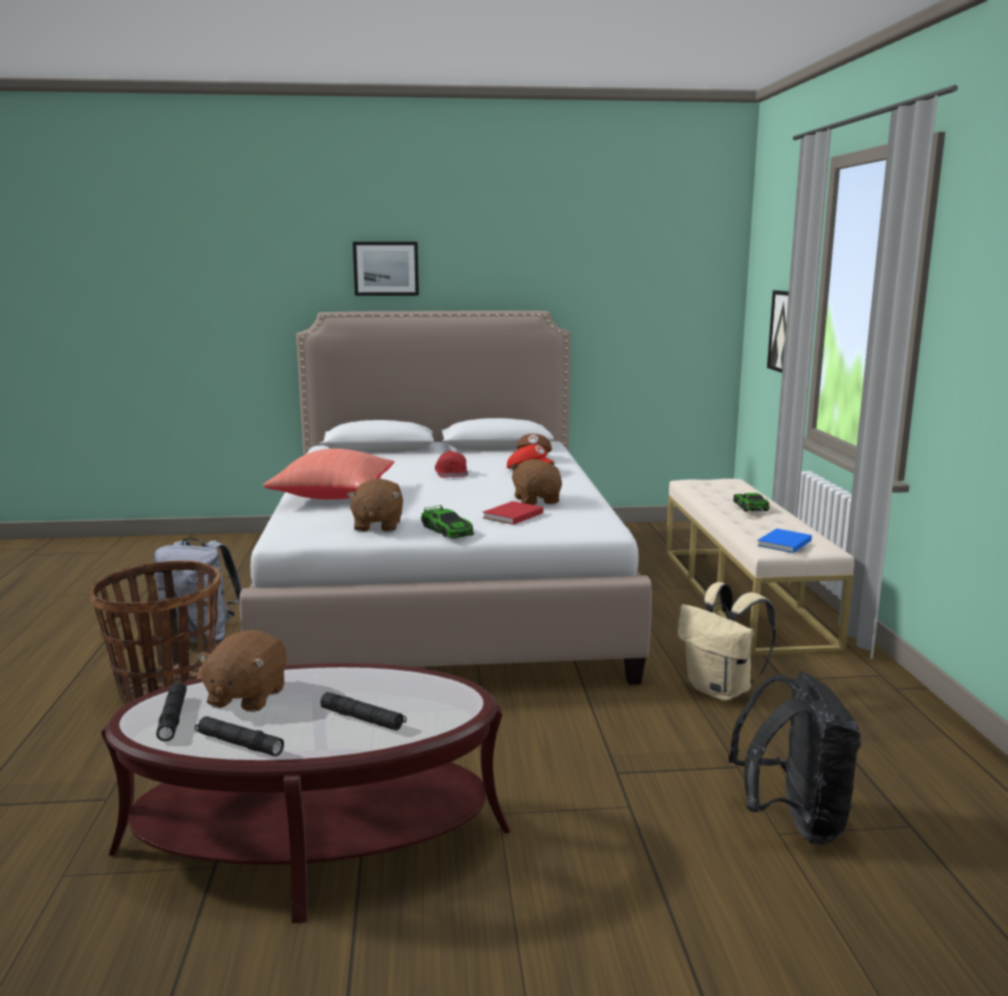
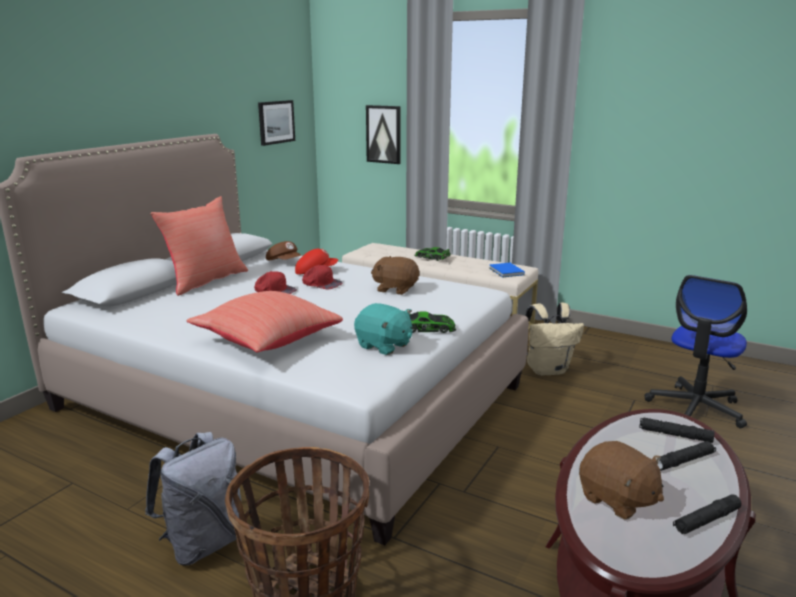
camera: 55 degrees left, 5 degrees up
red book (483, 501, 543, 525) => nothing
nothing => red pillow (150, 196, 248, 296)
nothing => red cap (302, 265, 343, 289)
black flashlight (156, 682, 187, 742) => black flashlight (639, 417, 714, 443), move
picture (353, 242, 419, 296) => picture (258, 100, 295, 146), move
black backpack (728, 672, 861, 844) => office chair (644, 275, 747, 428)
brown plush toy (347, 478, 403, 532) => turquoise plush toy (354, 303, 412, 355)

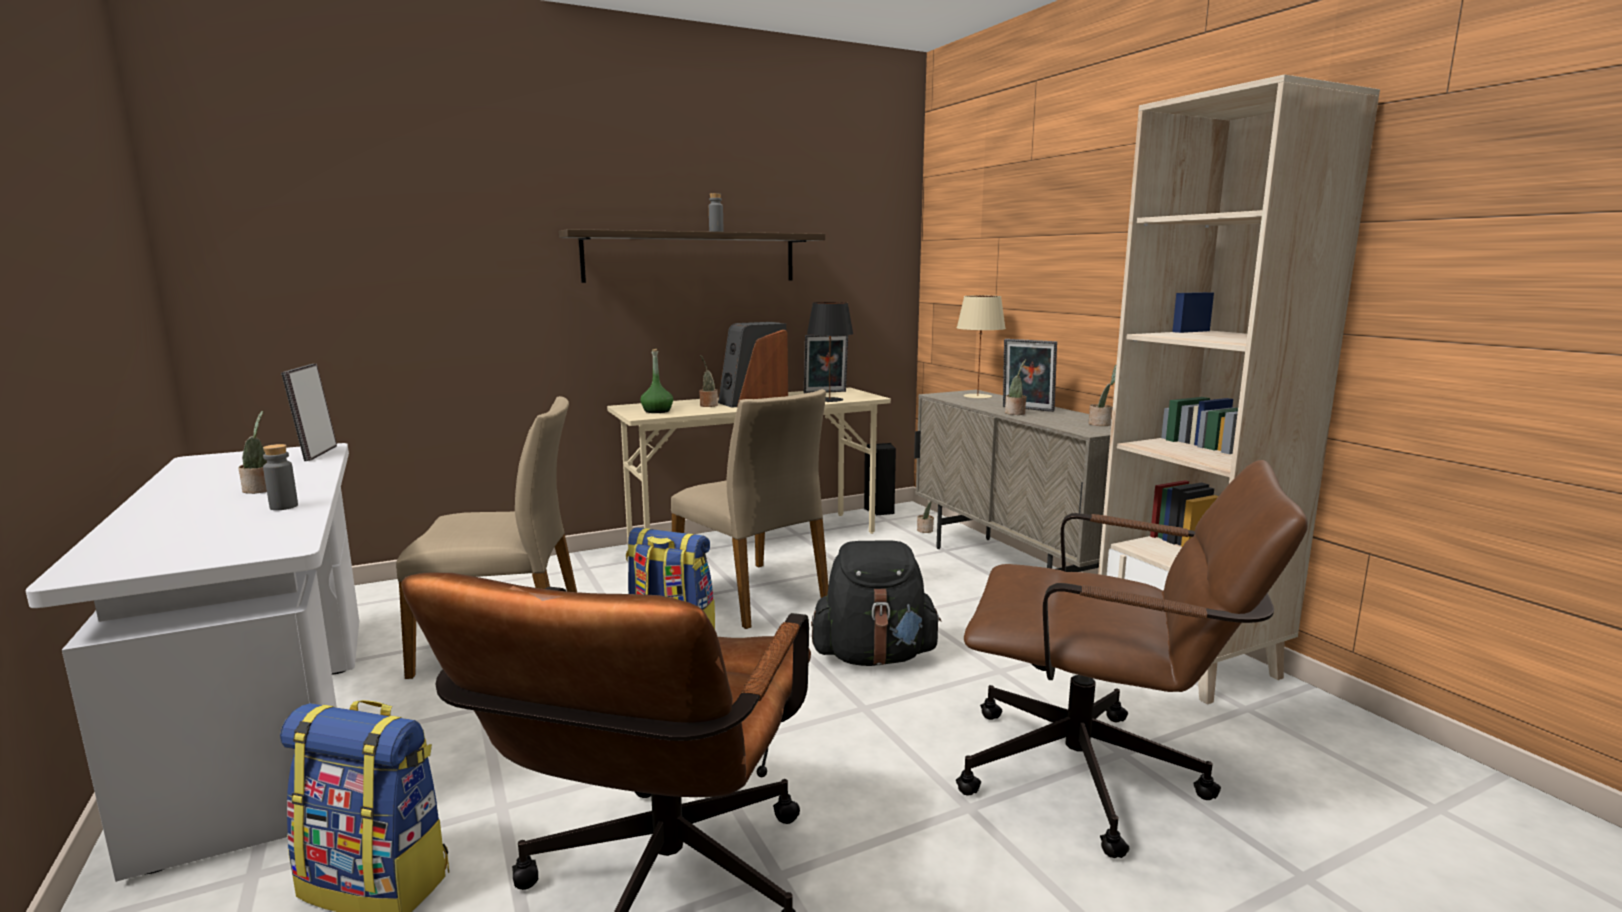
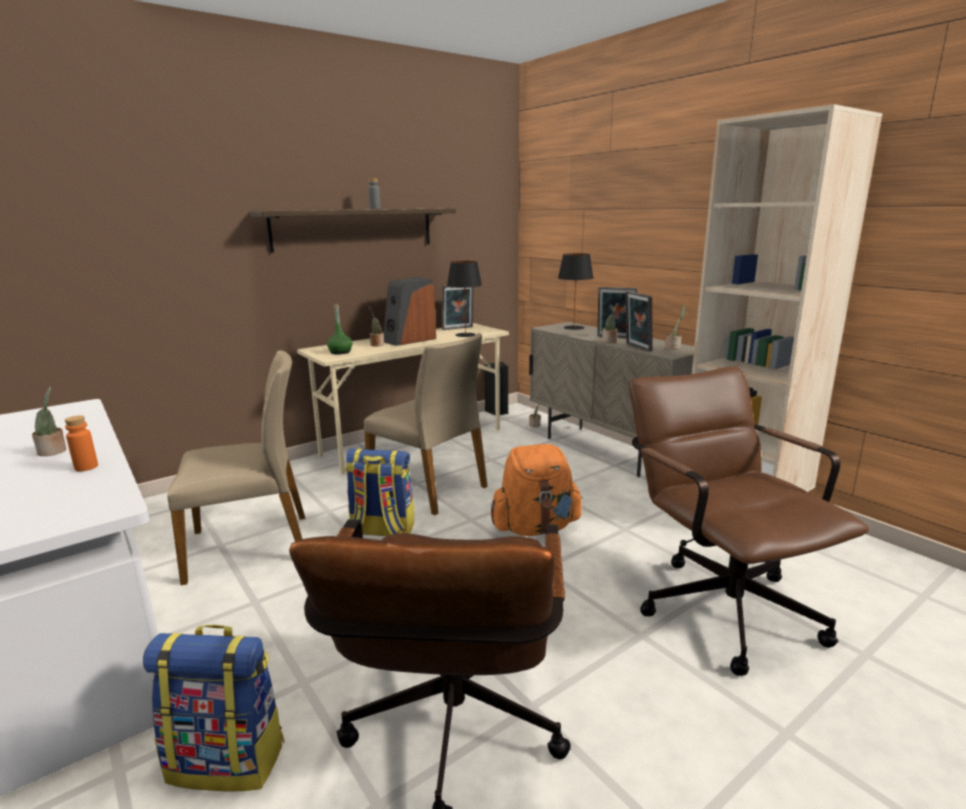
camera: 10 degrees left, 5 degrees up
picture frame (281, 363, 337, 461) => picture frame (625, 291, 653, 352), move
grey bottle (263, 444, 298, 510) => orange bottle (64, 416, 98, 471)
black backpack (811, 540, 942, 666) => orange backpack (491, 444, 583, 536)
beige table lamp (957, 295, 1006, 399) => black table lamp (558, 253, 593, 330)
brown office chair (956, 460, 1308, 858) => brown office chair (629, 366, 869, 676), 120 degrees counterclockwise

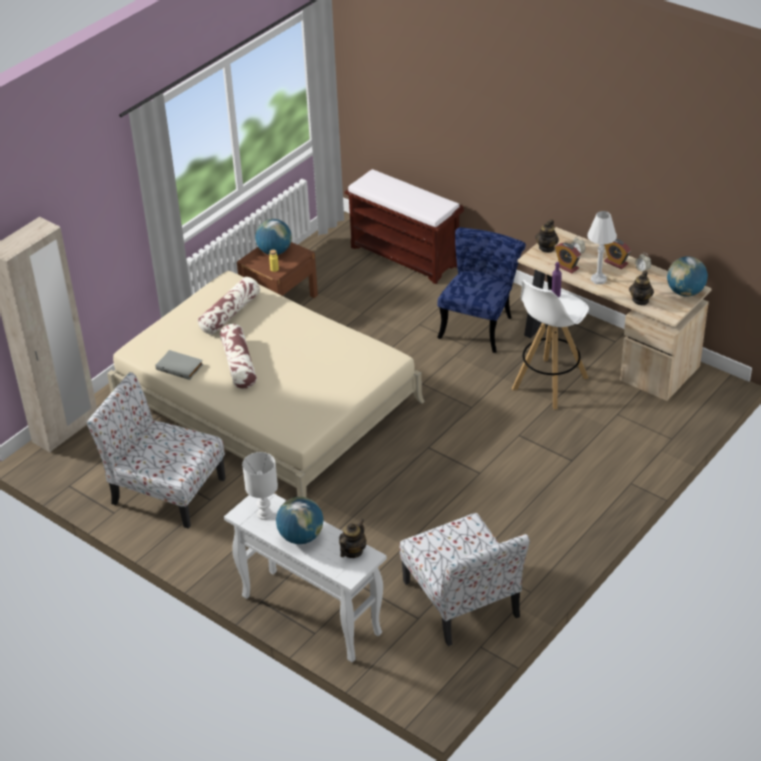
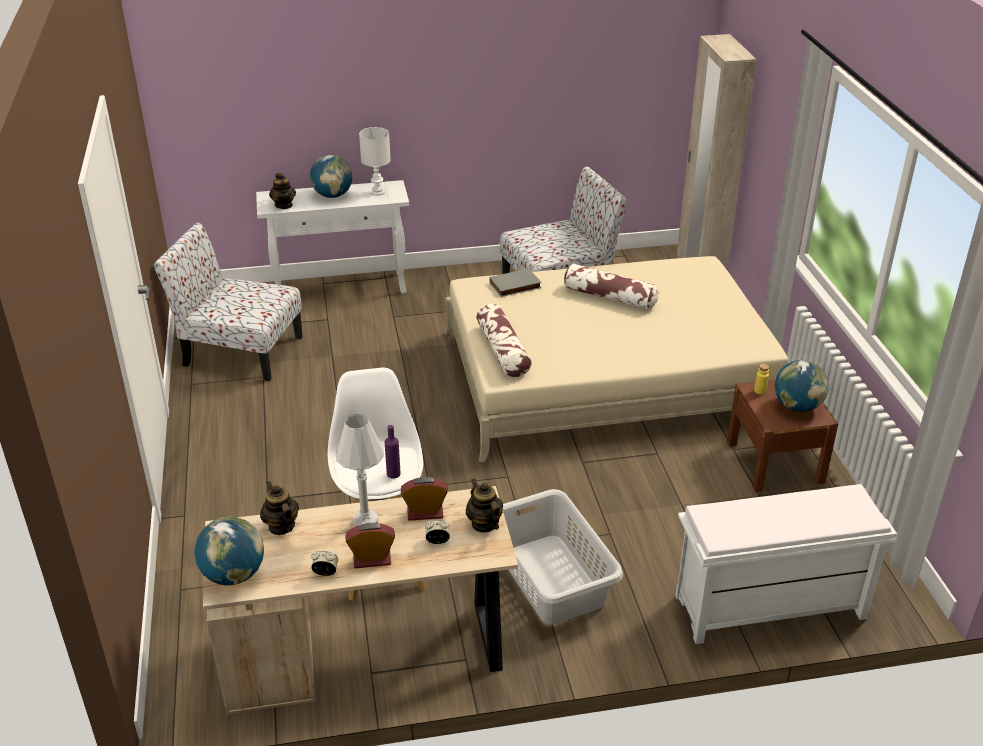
camera: 130 degrees right, 5 degrees down
grey book (155, 350, 203, 380) => grey book (489, 269, 542, 297), move
pillow (198, 277, 260, 335) => pillow (476, 304, 532, 377), move
blue chair (437, 227, 526, 353) => grey laundry basket (503, 489, 623, 625)
brown bench (345, 169, 464, 284) => white bench (675, 484, 897, 644)

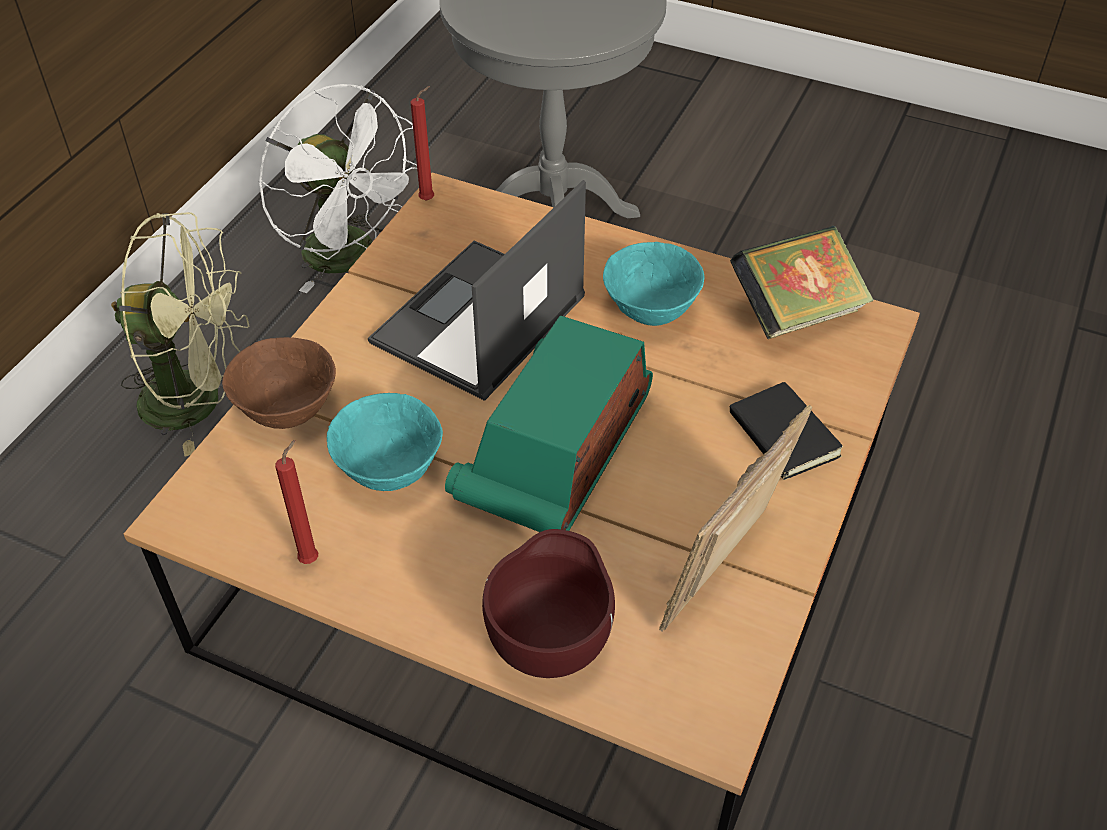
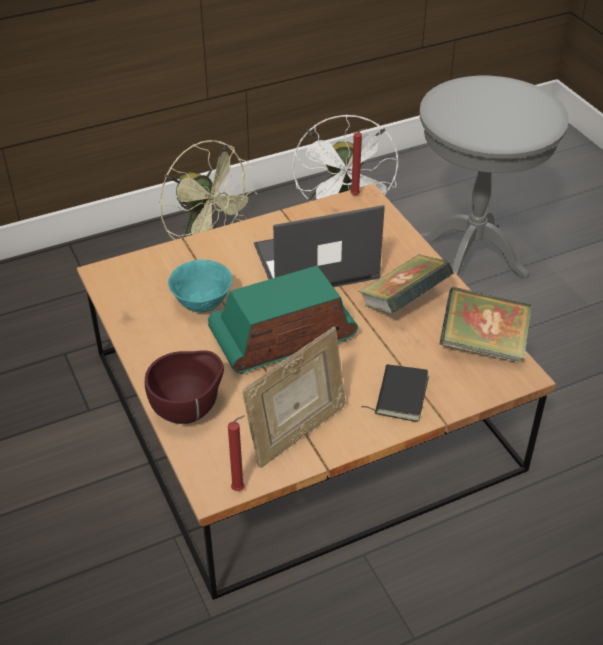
camera: 40 degrees right, 5 degrees down
brown bowl (222, 337, 336, 429) => nothing
red candle (275, 440, 318, 564) => red candle (228, 415, 245, 491), move
turquoise bowl (603, 242, 704, 326) => book (358, 254, 454, 314)
picture frame (659, 405, 812, 632) => picture frame (242, 327, 346, 468), 150 degrees clockwise

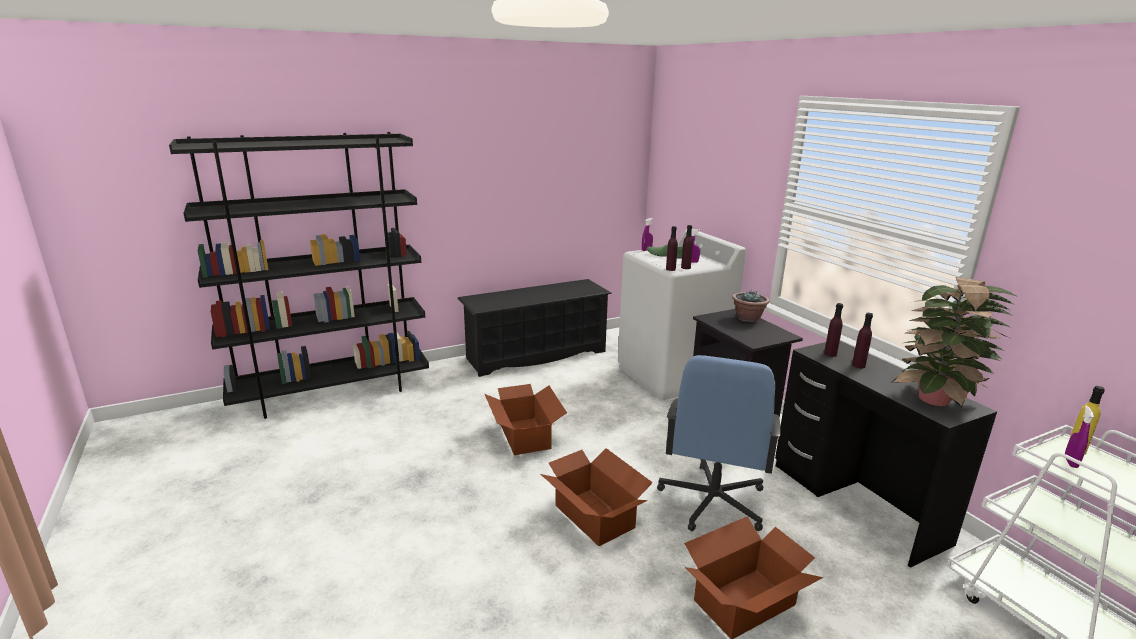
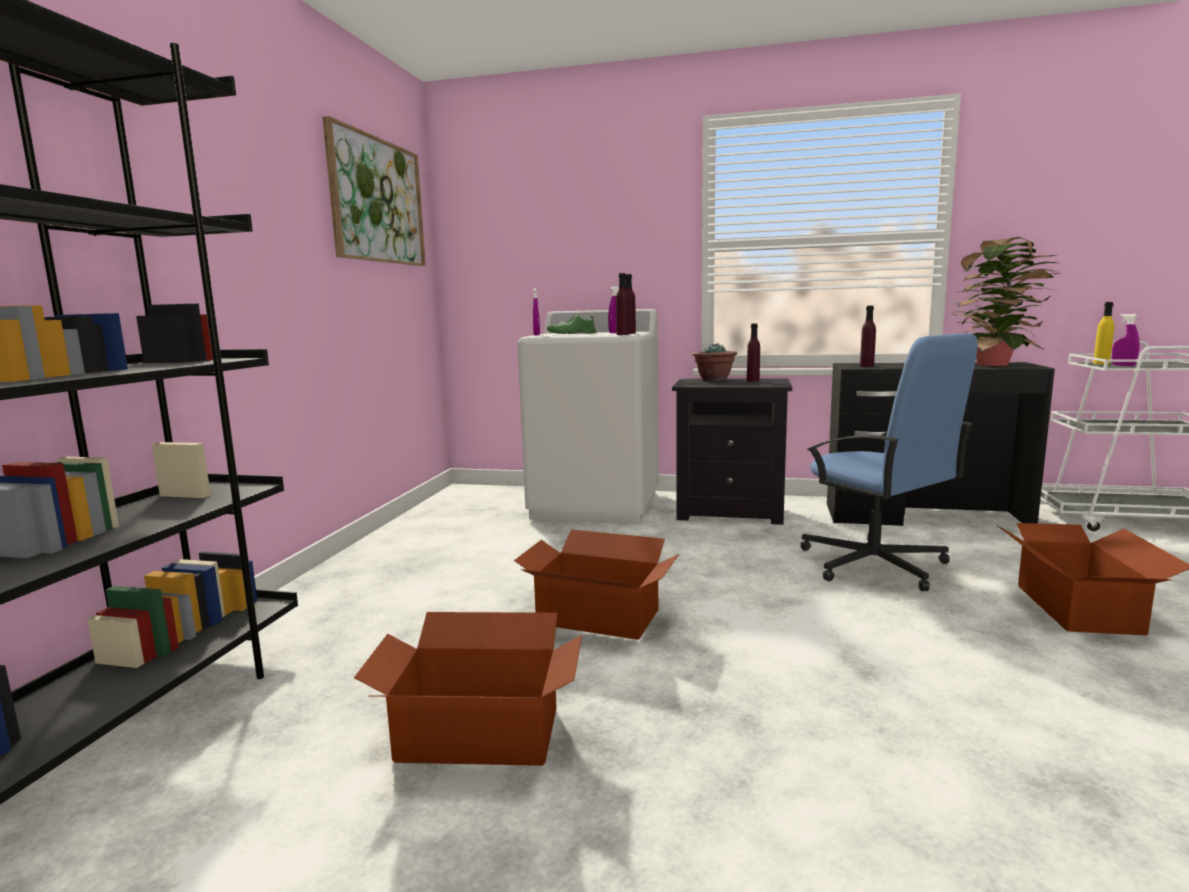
camera: 50 degrees left, 10 degrees down
black shoe rack (457, 279, 612, 377) => nothing
nothing => picture (322, 116, 426, 266)
cardboard box (541, 448, 653, 546) => cardboard box (354, 612, 582, 766), move
purple bottle (852, 313, 873, 368) => purple bottle (747, 324, 760, 382), move

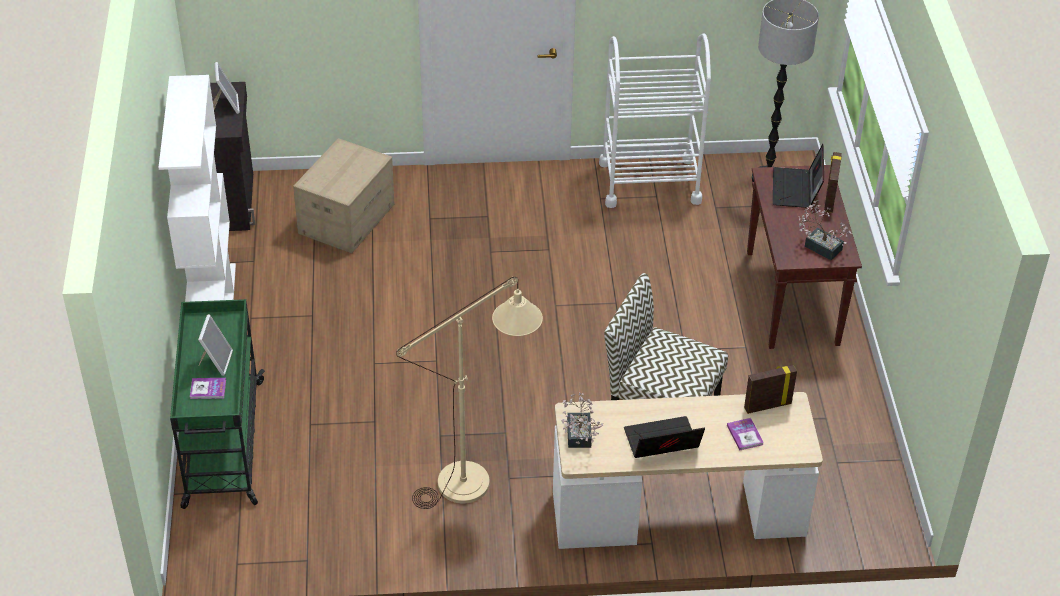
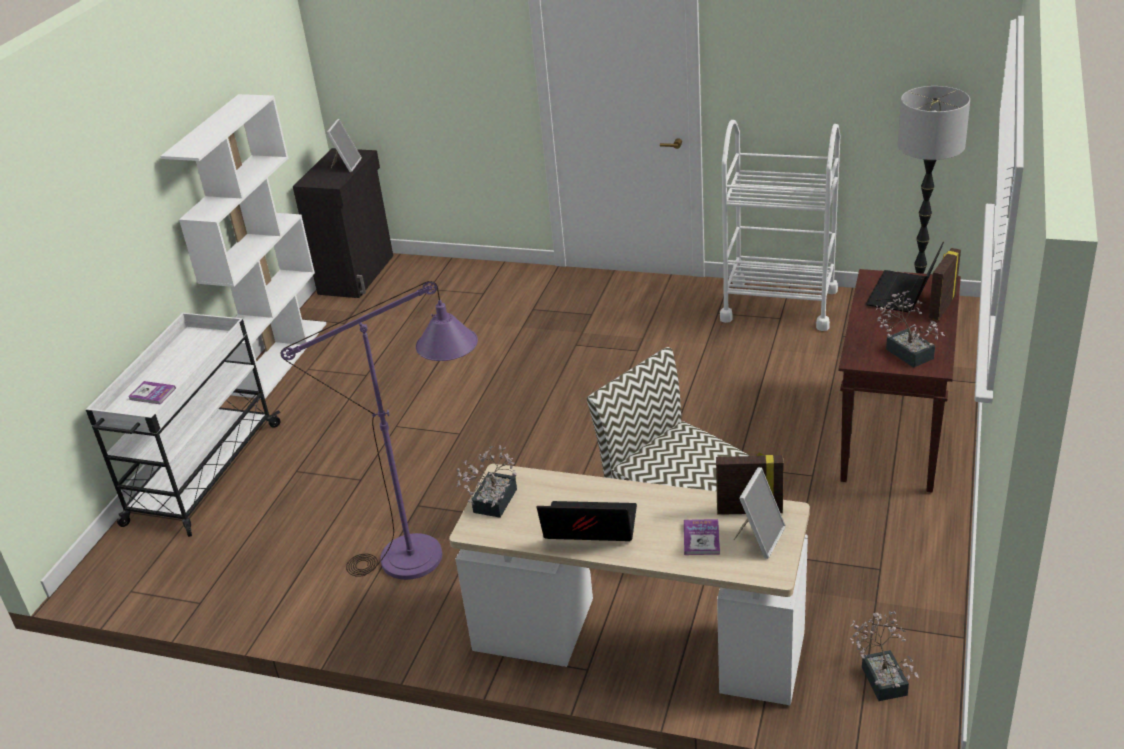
camera: 25 degrees right, 10 degrees down
cardboard box (293, 138, 394, 253) => nothing
nothing => potted plant (850, 611, 919, 701)
picture frame (198, 314, 233, 376) => picture frame (734, 467, 786, 559), move
green cart (170, 299, 265, 509) => white cart (86, 313, 280, 537)
beige floor lamp (396, 277, 543, 509) => purple floor lamp (281, 281, 478, 580)

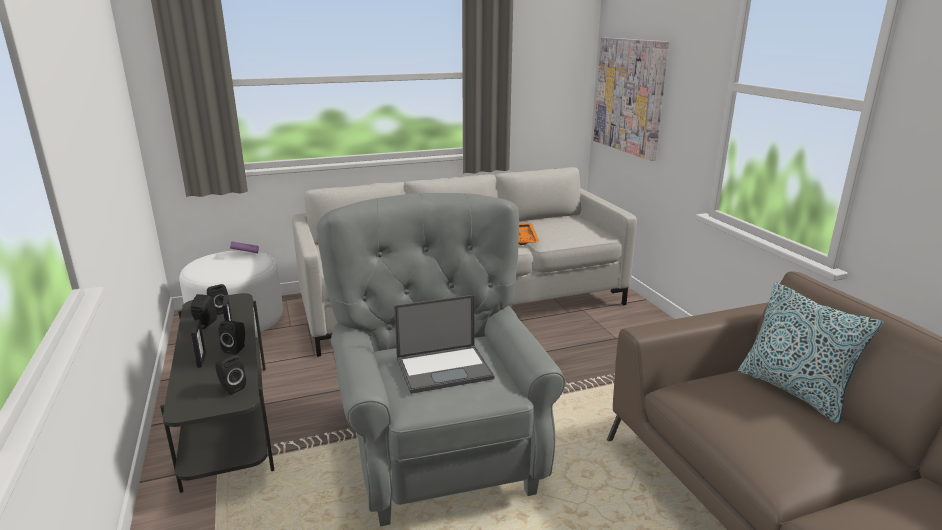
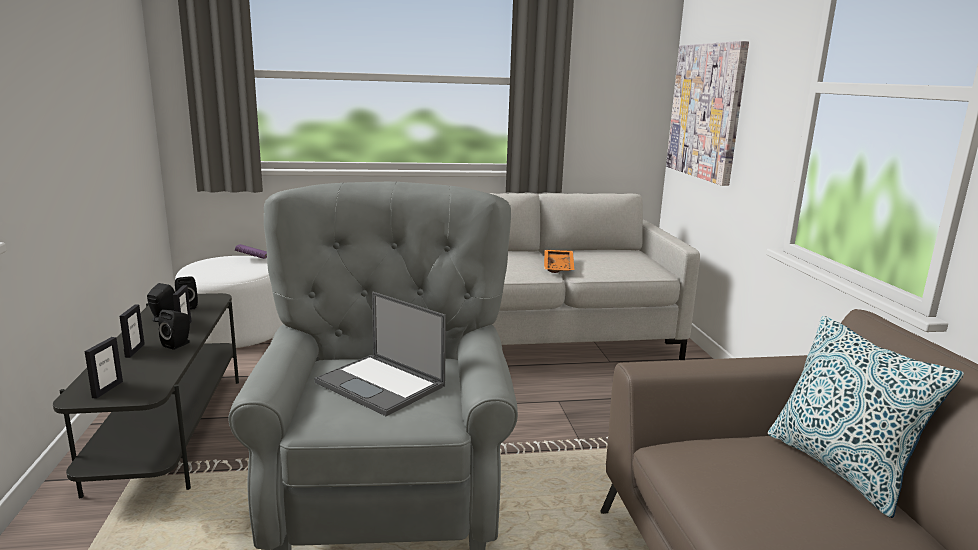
camera: 10 degrees right, 5 degrees down
black speaker (216, 355, 246, 395) => nothing
nothing => picture frame (84, 337, 123, 399)
laptop (394, 295, 494, 394) => laptop (314, 292, 446, 416), 45 degrees clockwise

